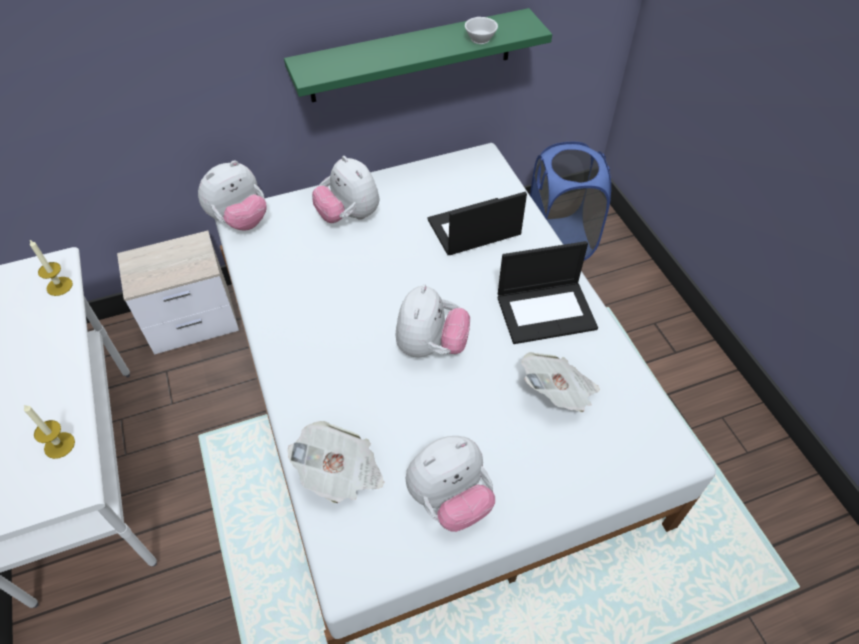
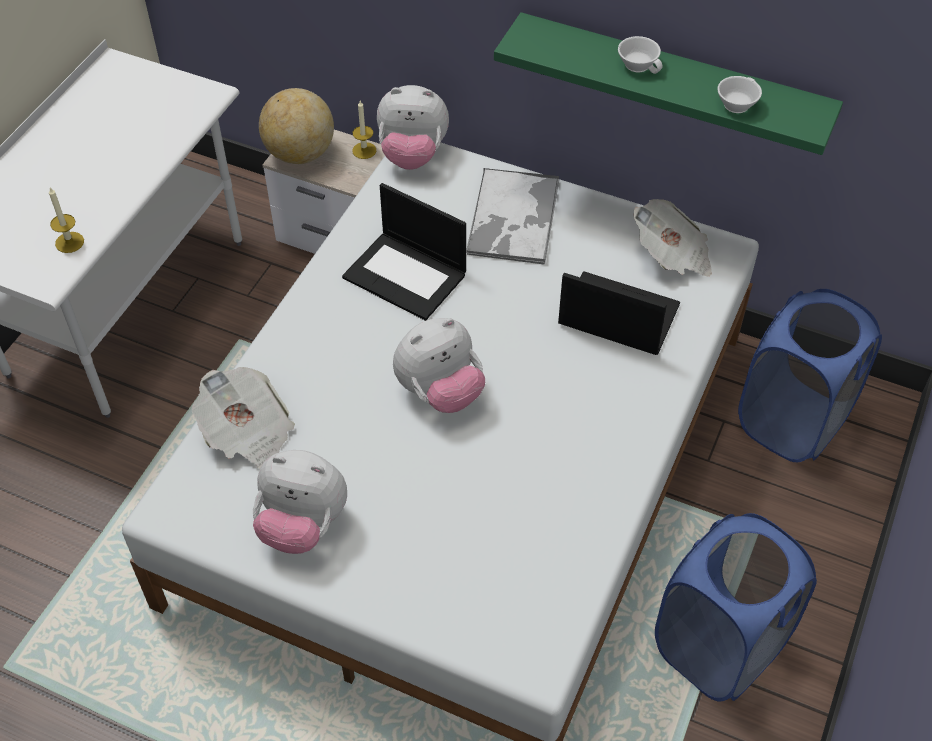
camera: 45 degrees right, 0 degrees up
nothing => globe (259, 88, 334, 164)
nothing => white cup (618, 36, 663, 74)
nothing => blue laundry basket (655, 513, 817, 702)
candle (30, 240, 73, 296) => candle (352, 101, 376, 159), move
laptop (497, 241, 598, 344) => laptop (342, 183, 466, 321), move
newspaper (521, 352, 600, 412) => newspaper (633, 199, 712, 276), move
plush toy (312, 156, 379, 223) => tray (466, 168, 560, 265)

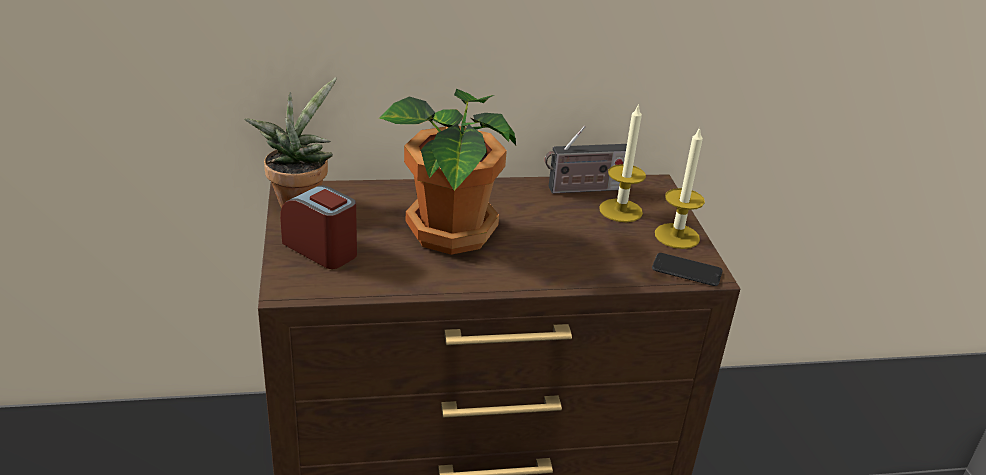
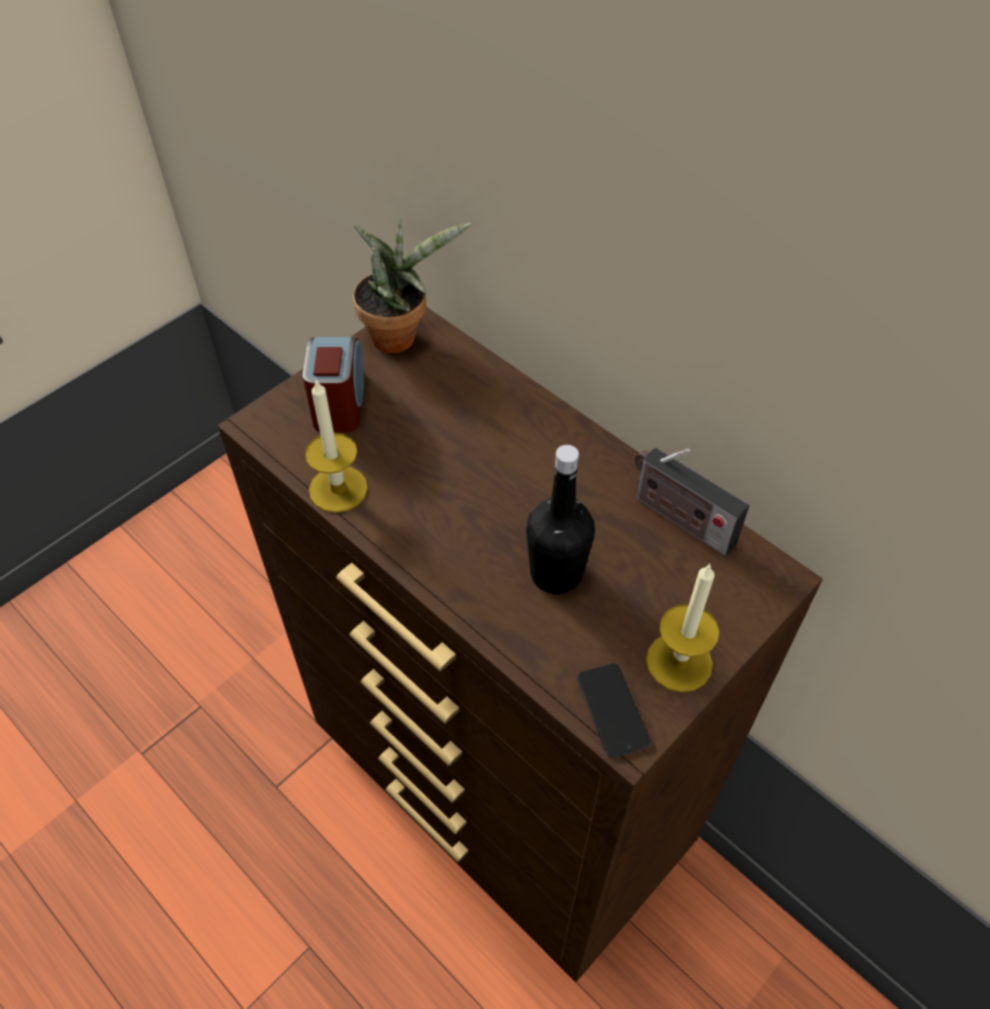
camera: 55 degrees right, 20 degrees up
potted plant (379, 89, 516, 255) => nothing
nothing => black bottle (526, 445, 595, 594)
candle (599, 103, 646, 222) => candle (305, 379, 368, 513), move

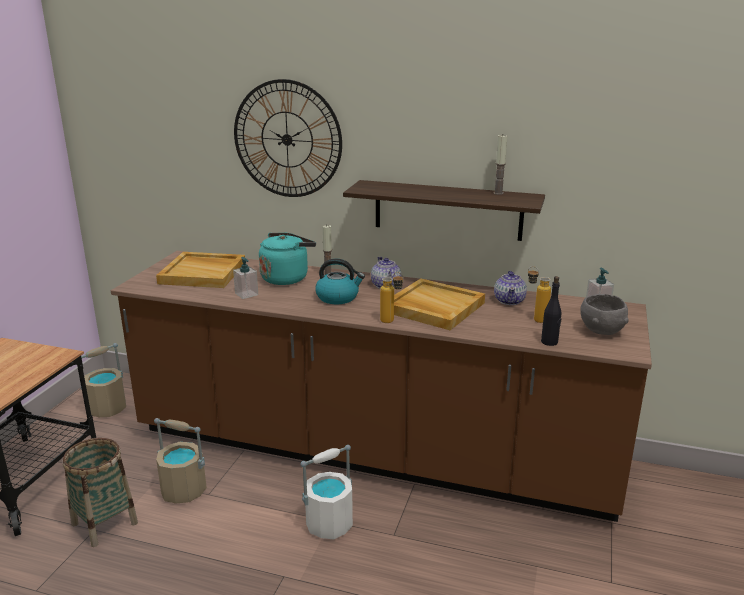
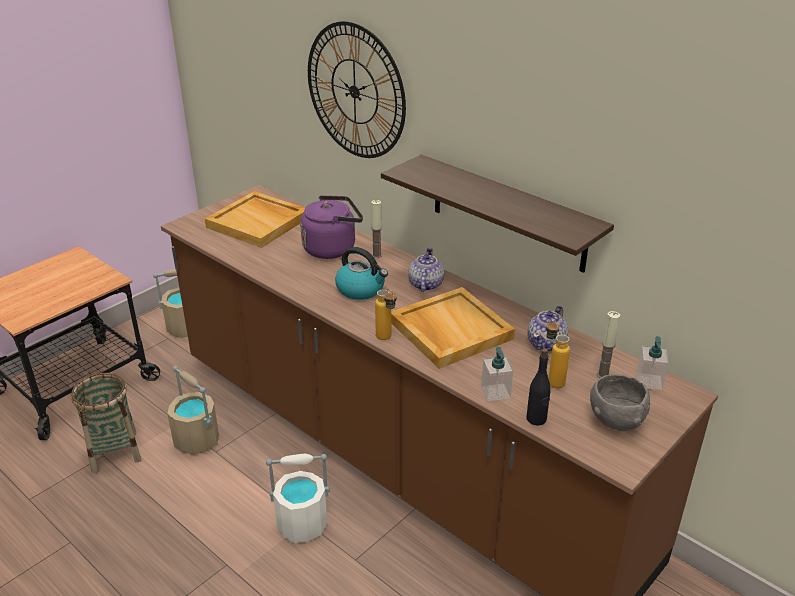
camera: 25 degrees right, 10 degrees up
soap dispenser (233, 257, 258, 299) => soap dispenser (481, 347, 513, 401), move
candle (494, 135, 508, 195) => candle (597, 311, 620, 378), move
turquoise kettle (259, 233, 316, 285) => purple kettle (300, 195, 363, 259)

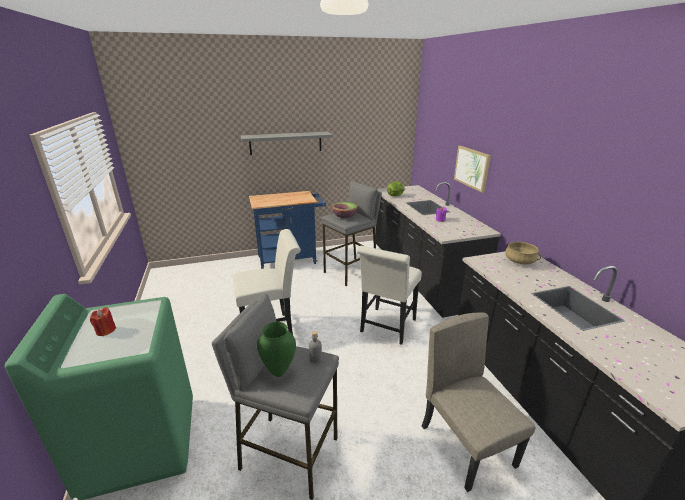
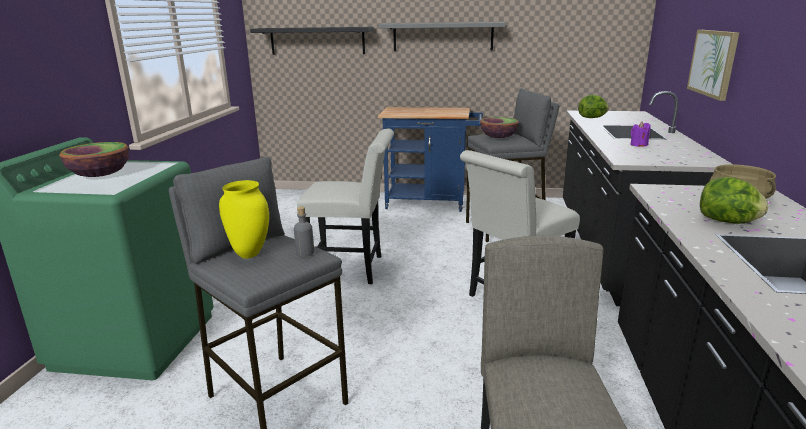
camera: 25 degrees right, 5 degrees down
nothing => black shelf (250, 27, 374, 55)
nothing => lettuce (700, 177, 769, 224)
red candle (90, 307, 116, 336) => bowl (59, 142, 129, 177)
green vase (257, 322, 296, 377) => yellow vase (219, 180, 269, 259)

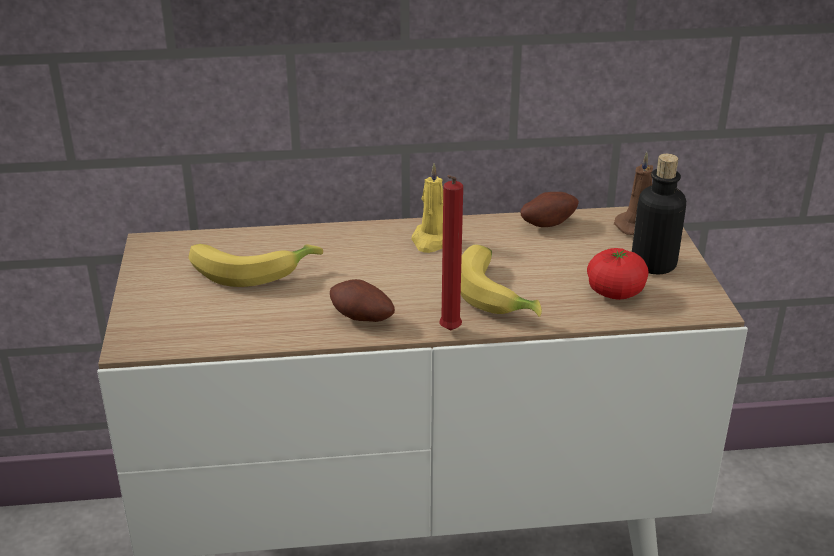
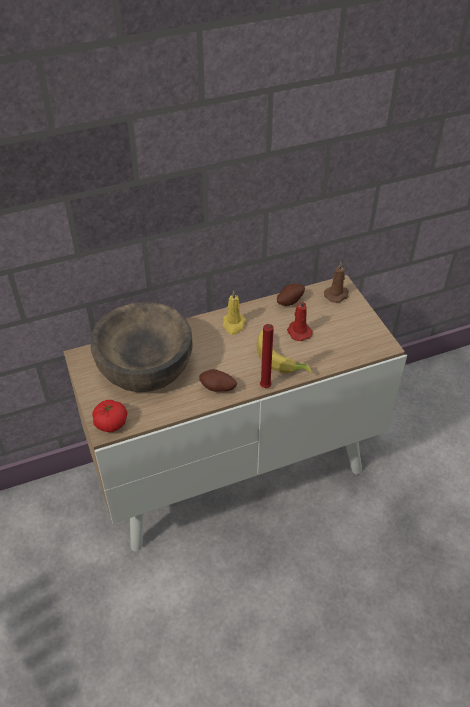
camera: 15 degrees left, 15 degrees up
bottle (632, 154, 686, 274) => nothing
nothing => red candle (287, 298, 313, 341)
tomato (587, 248, 649, 300) => tomato (92, 400, 127, 432), move
banana (189, 244, 323, 287) => brown bowl (90, 302, 193, 392)

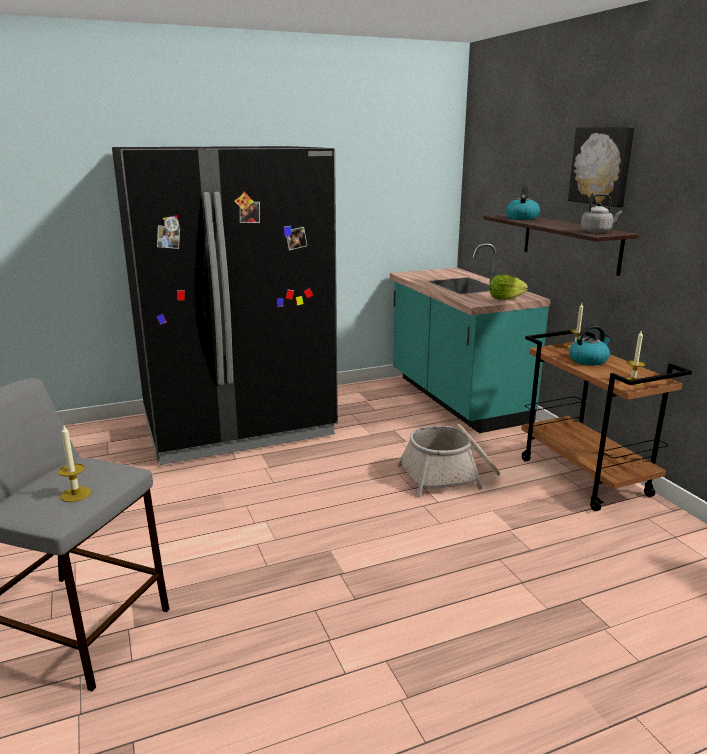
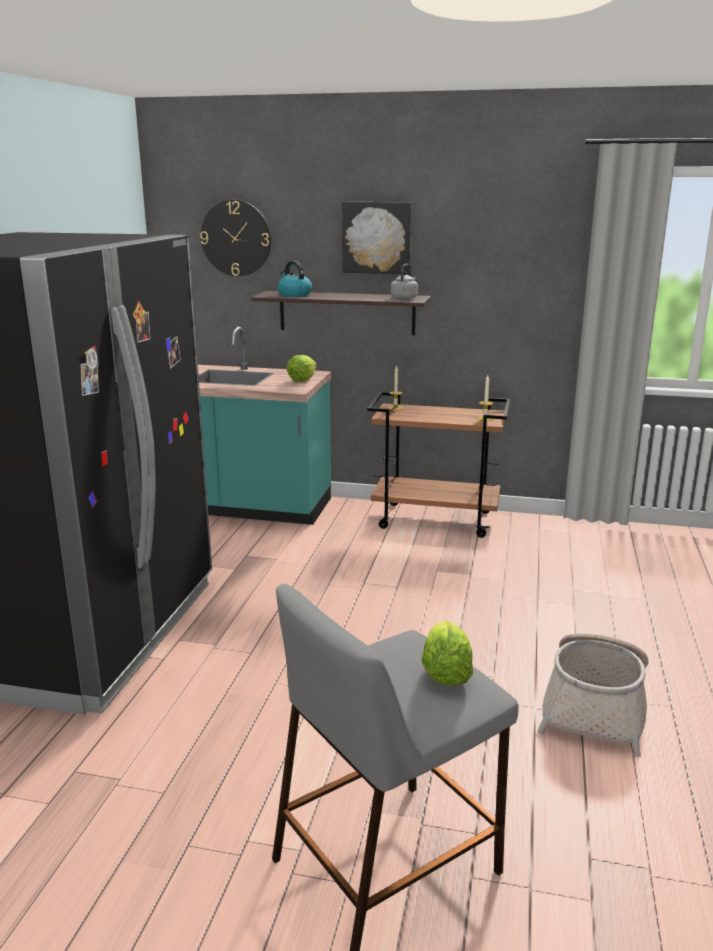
camera: 55 degrees left, 0 degrees up
kettle (569, 325, 612, 366) => nothing
nothing => wall clock (200, 200, 271, 276)
basket (397, 424, 500, 497) => basket (537, 633, 649, 757), move
candle (58, 424, 91, 502) => lettuce (422, 620, 473, 686)

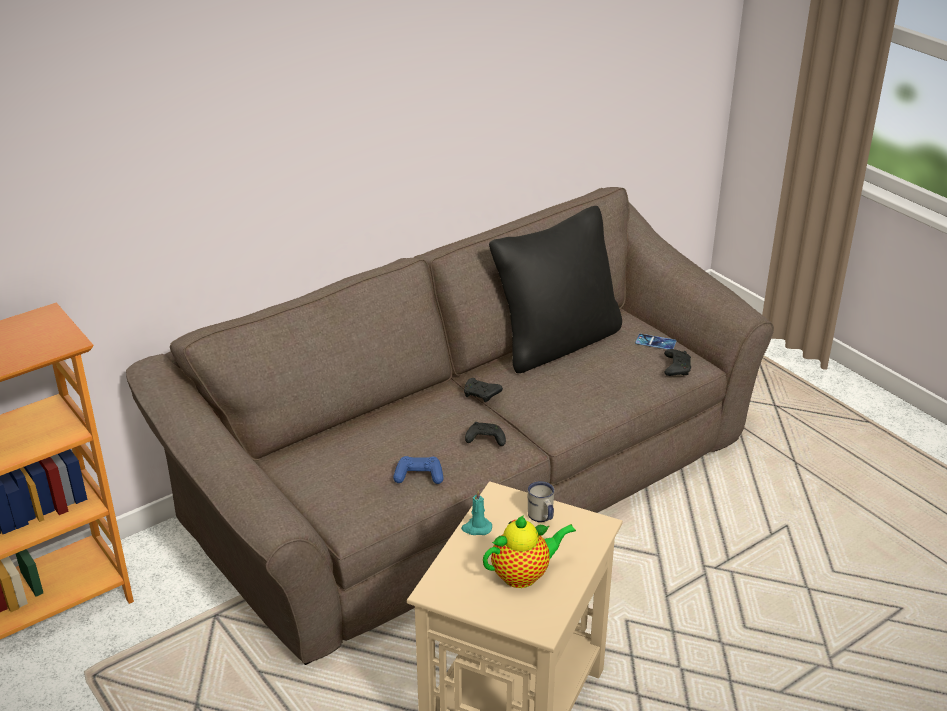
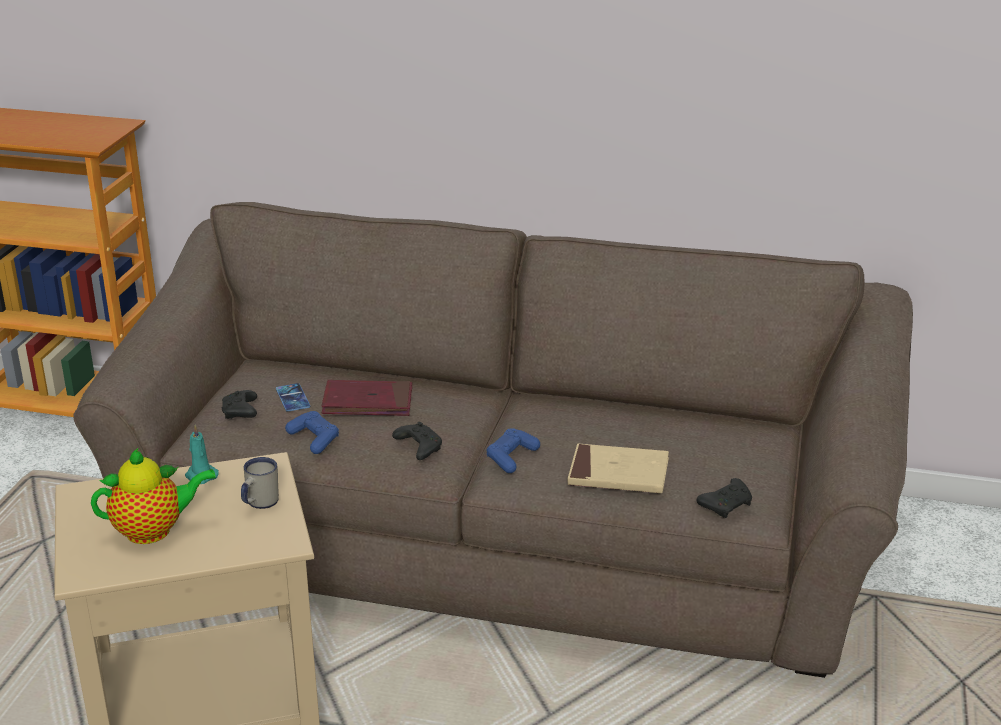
camera: 50 degrees right, 5 degrees down
black pillow (489, 206, 622, 373) => nothing
nothing => red book (321, 380, 412, 416)
nothing => blue game controller (486, 428, 540, 473)
nothing => beige book (568, 444, 669, 493)
black game controller (464, 378, 503, 402) => black game controller (222, 390, 257, 419), move
phone (635, 334, 676, 349) => phone (276, 383, 310, 412), move
teapot (483, 515, 576, 588) => teapot (91, 448, 216, 544), 45 degrees counterclockwise

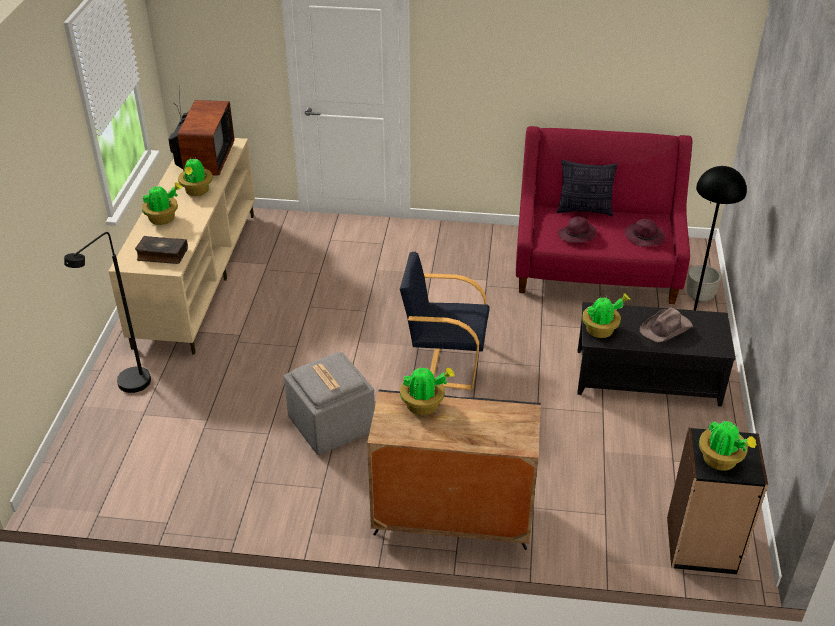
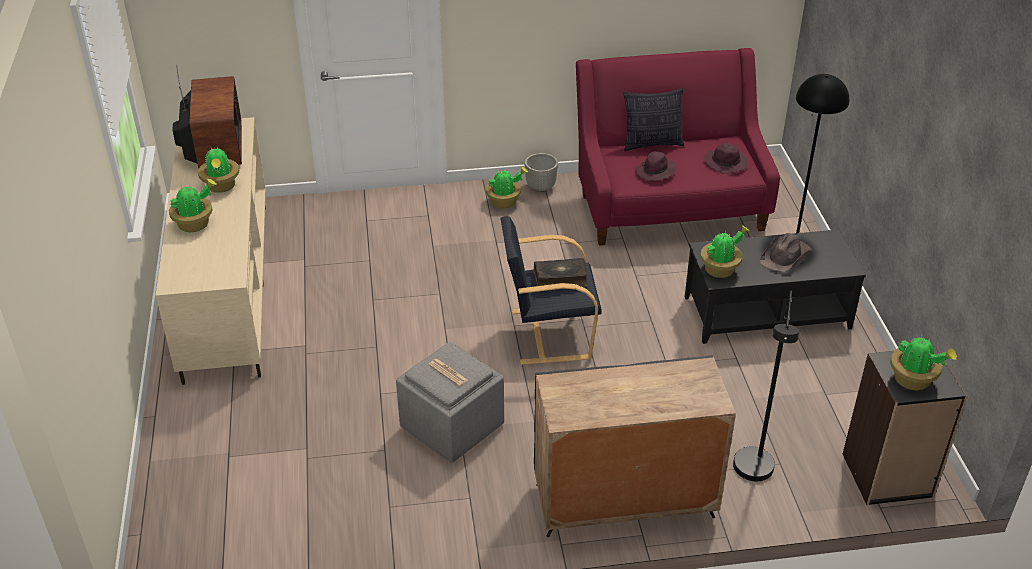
camera: 15 degrees left, 0 degrees up
black floor lamp (64, 232, 151, 393) => black floor lamp (733, 290, 799, 481), move
book (135, 236, 188, 264) => book (534, 258, 588, 287), move
potted plant (400, 367, 455, 415) => potted plant (486, 167, 528, 209), move
grey planter (687, 265, 721, 302) => grey planter (525, 153, 558, 192), move

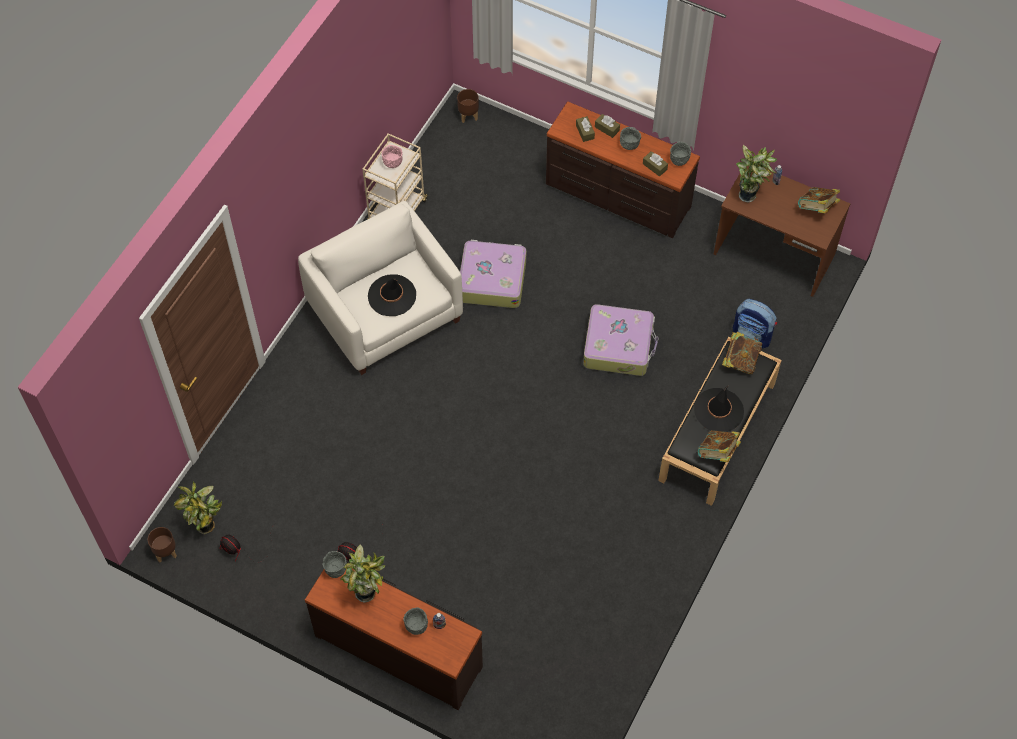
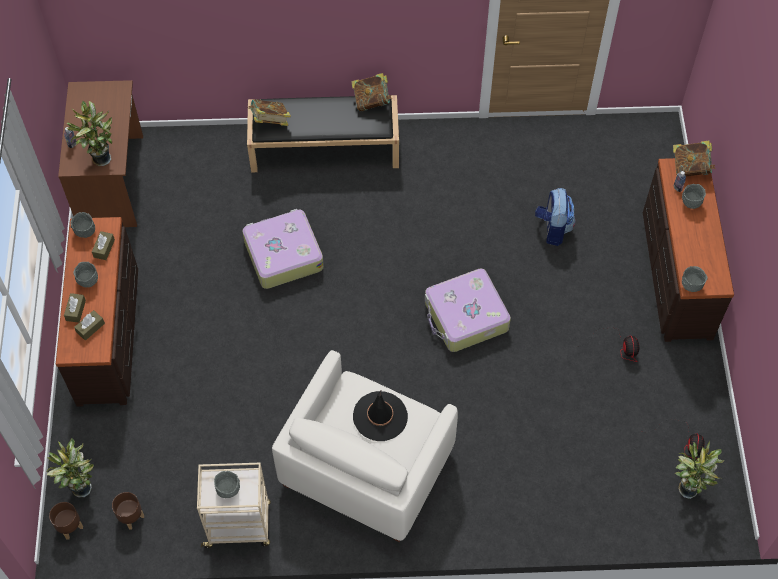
camera: 120 degrees left, 0 degrees up
black hat (694, 386, 744, 432) => nothing
brown planter (148, 527, 177, 563) => brown planter (112, 492, 144, 530), move
potted plant (340, 544, 386, 602) => potted plant (46, 439, 94, 497), move
suitcase (460, 240, 526, 308) => suitcase (425, 268, 511, 352), move
backpack (733, 299, 777, 349) => backpack (535, 188, 575, 246), move
book (798, 187, 840, 213) => book (673, 141, 716, 176), move
pink bowl (382, 145, 403, 168) => grey bowl (214, 471, 240, 498)

